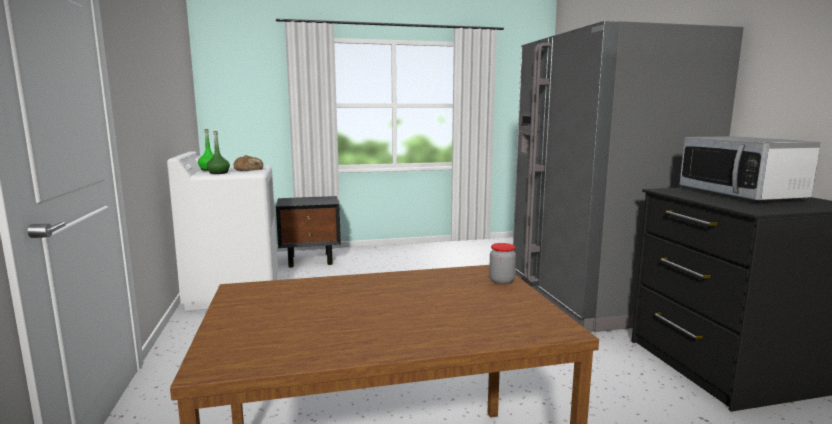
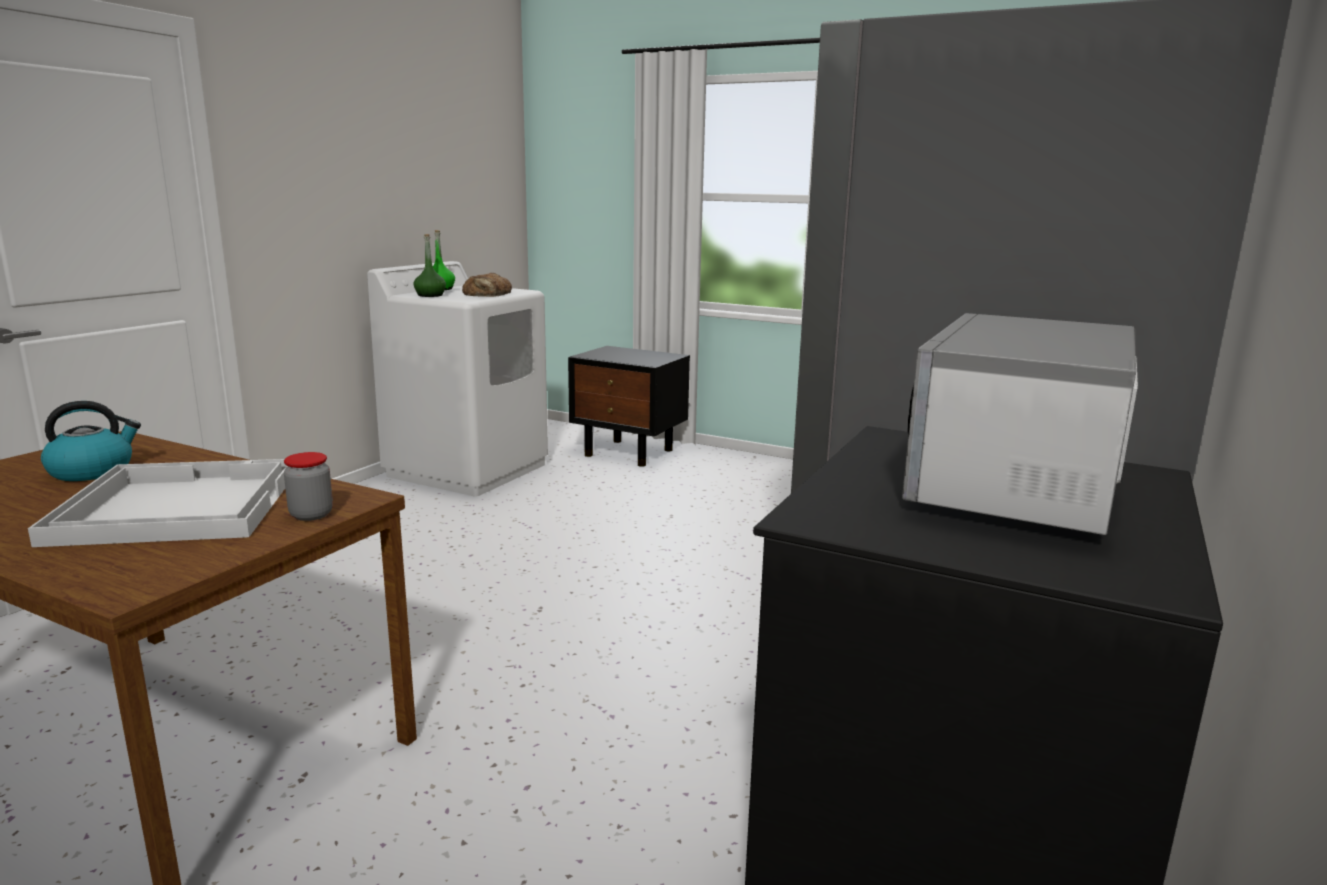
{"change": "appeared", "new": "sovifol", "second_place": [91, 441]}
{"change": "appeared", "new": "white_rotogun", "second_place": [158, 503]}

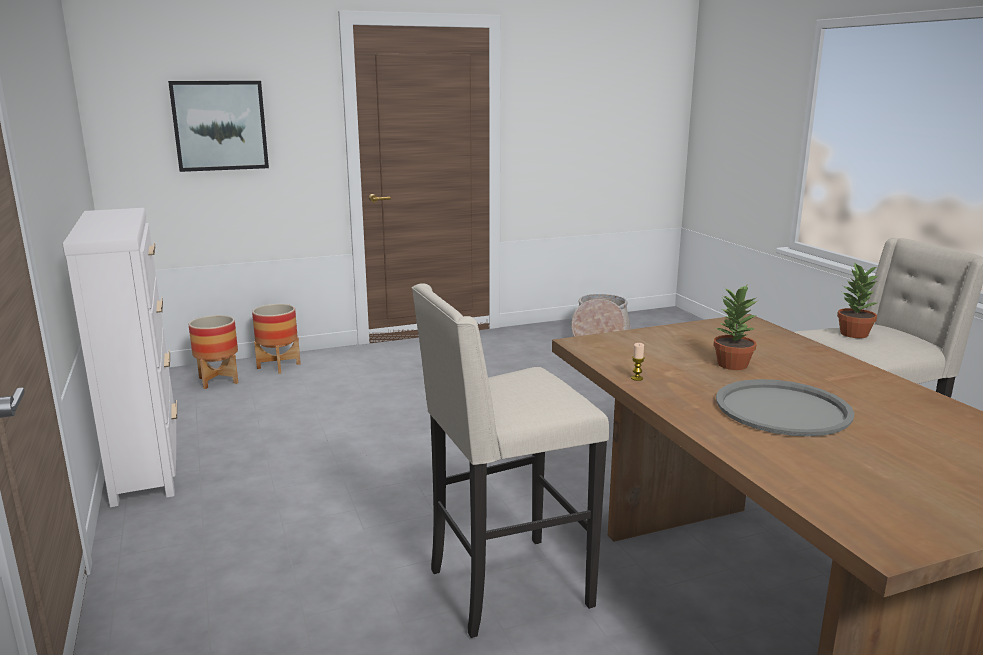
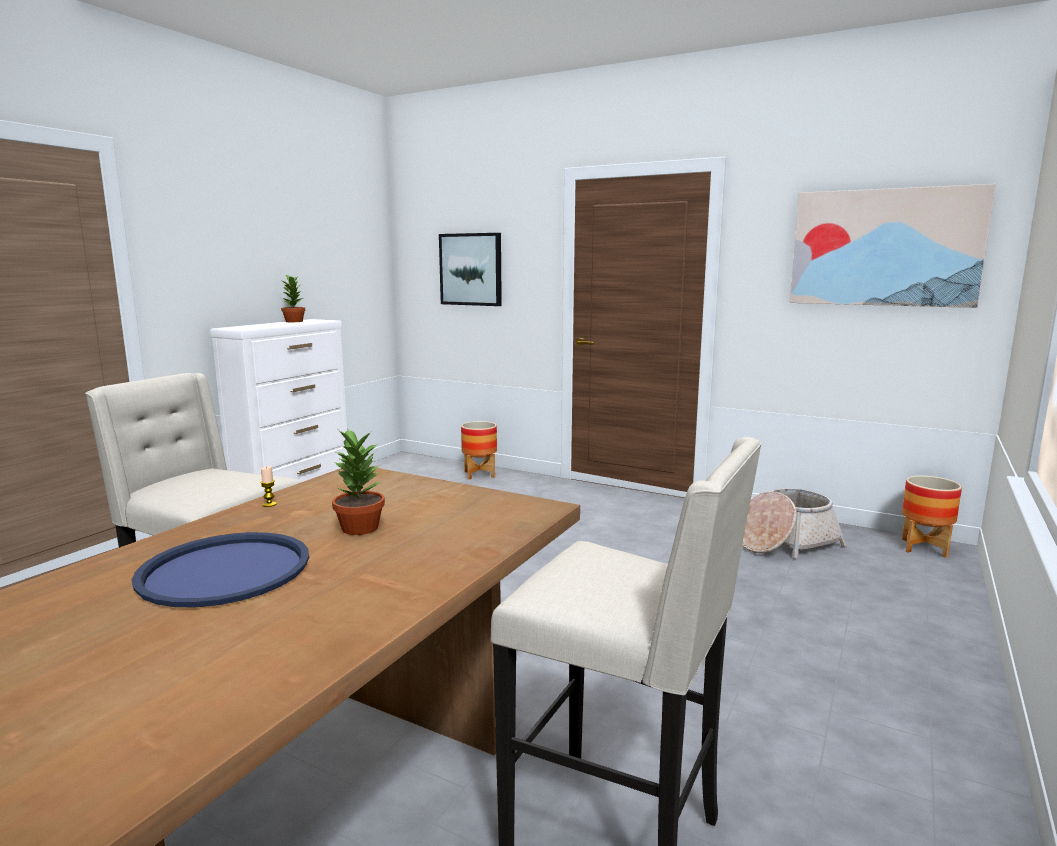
{"change": "relocated", "old": "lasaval", "first_place": [858, 300], "second_place": [293, 298]}
{"change": "relocated", "old": "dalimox", "first_place": [213, 352], "second_place": [932, 516]}
{"change": "colour", "old": "grey_rotogun", "new": "blue_rotogun", "first_place": [785, 407], "second_place": [220, 569]}
{"change": "appeared", "new": "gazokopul", "second_place": [893, 246]}

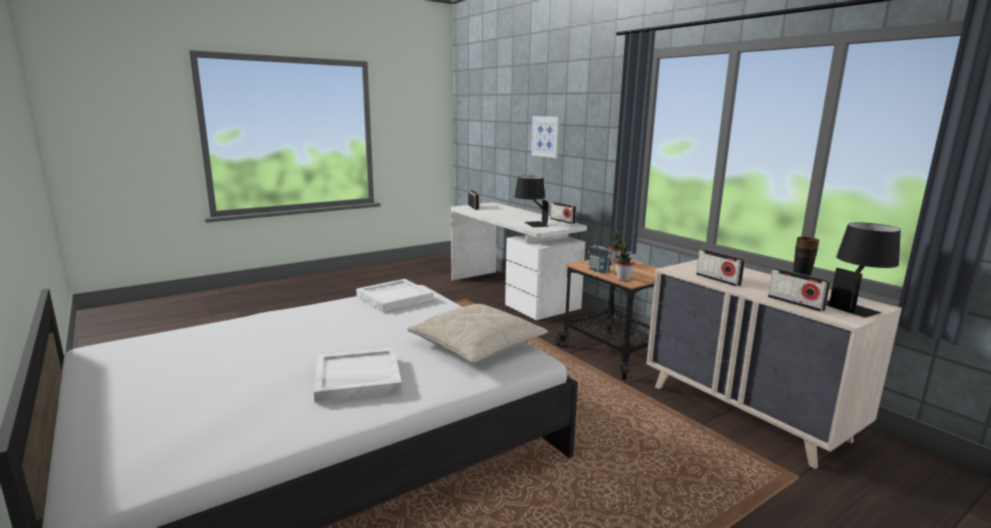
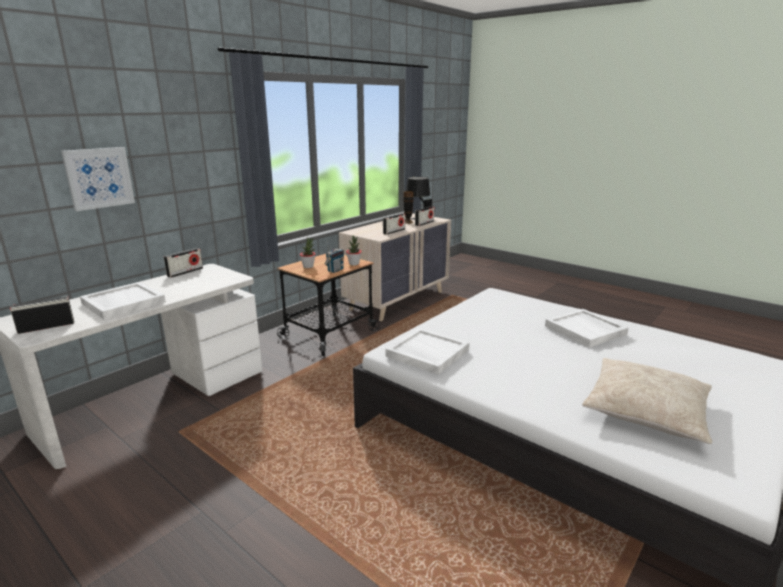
{"change": "missing", "old": "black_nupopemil", "first_place": [532, 201]}
{"change": "relocated", "old": "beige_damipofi", "first_place": [477, 333], "second_place": [647, 401]}
{"change": "appeared", "new": "white_rotogun", "second_place": [123, 301]}

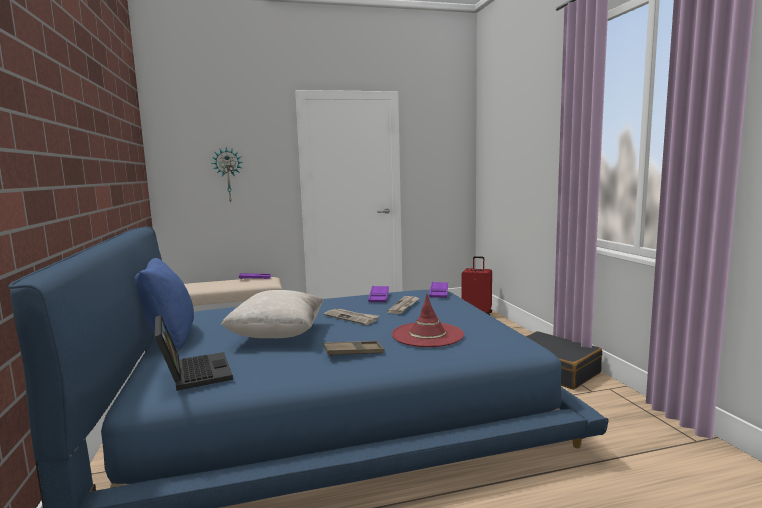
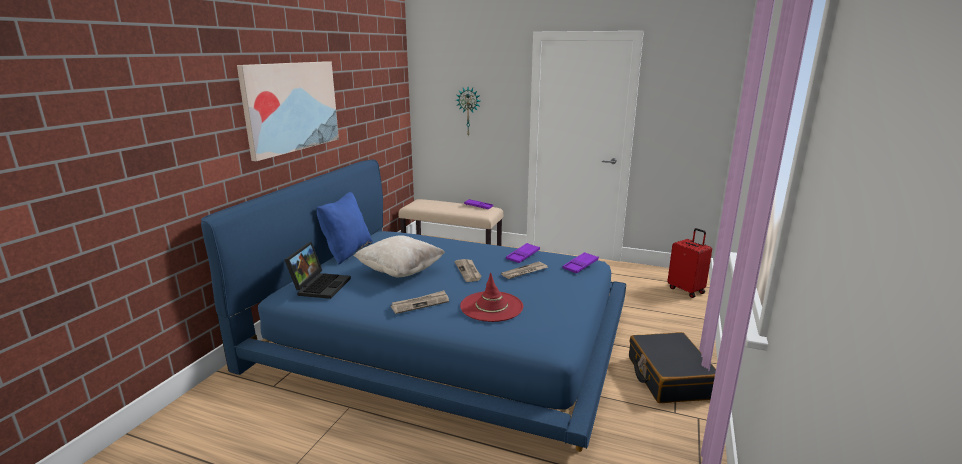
{"change": "exchanged", "old": "brown_rotogun", "new": "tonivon", "first_place": [354, 349], "second_place": [420, 302]}
{"change": "appeared", "new": "gazokopul", "second_place": [288, 111]}

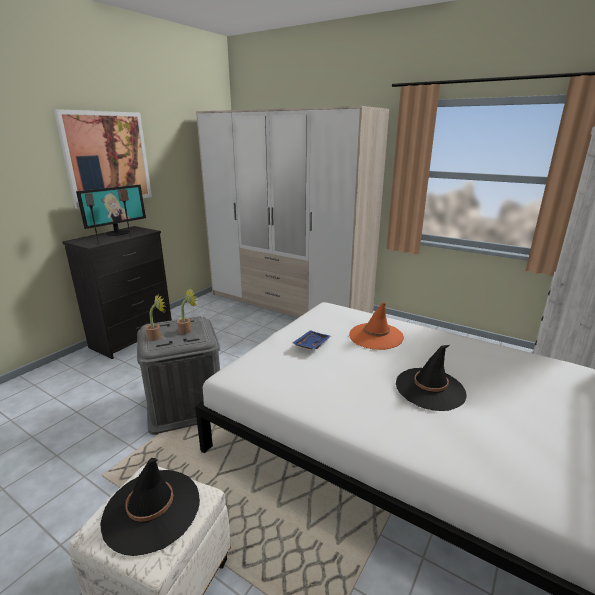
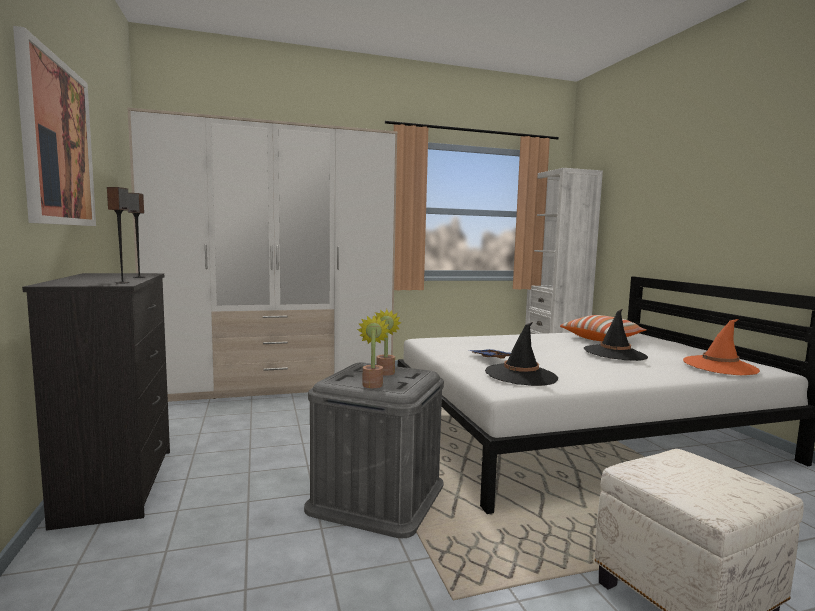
{"change": "missing", "old": "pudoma", "first_place": [111, 210]}
{"change": "relocated", "old": "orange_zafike", "first_place": [376, 326], "second_place": [721, 347]}
{"change": "relocated", "old": "black_zafike", "first_place": [150, 507], "second_place": [521, 354]}
{"change": "appeared", "new": "damipofi", "second_place": [603, 328]}

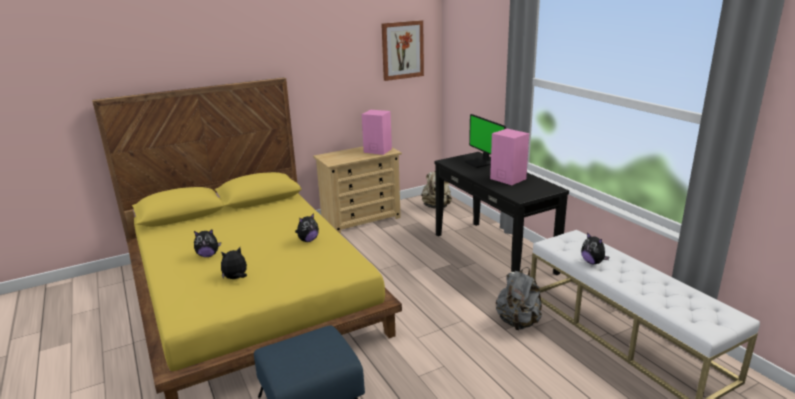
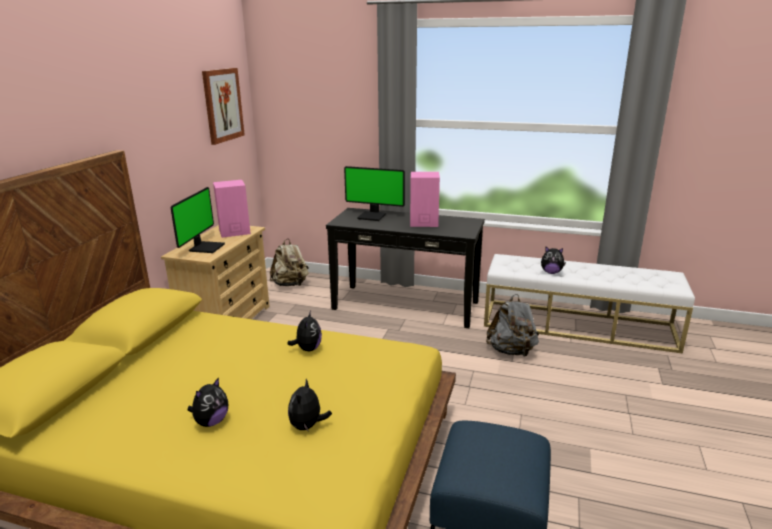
{"change": "appeared", "new": "pudoma", "second_place": [198, 220]}

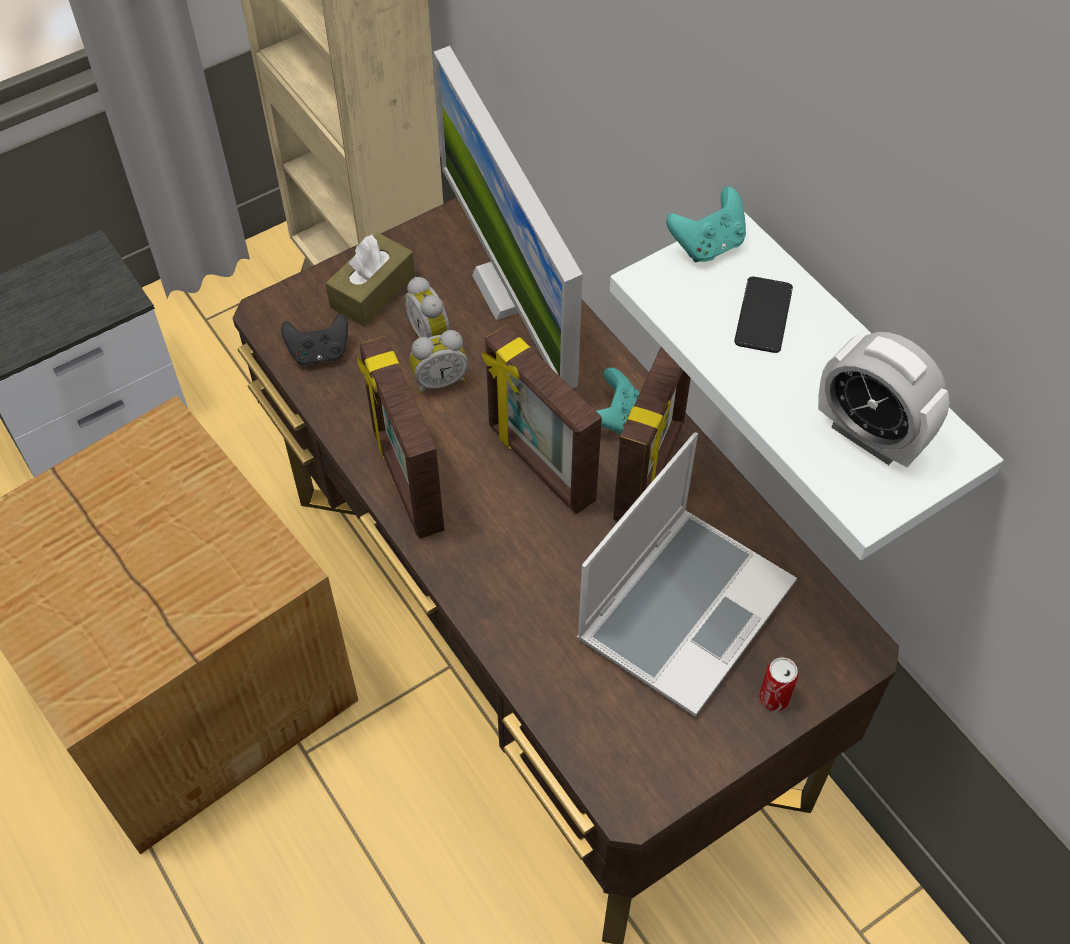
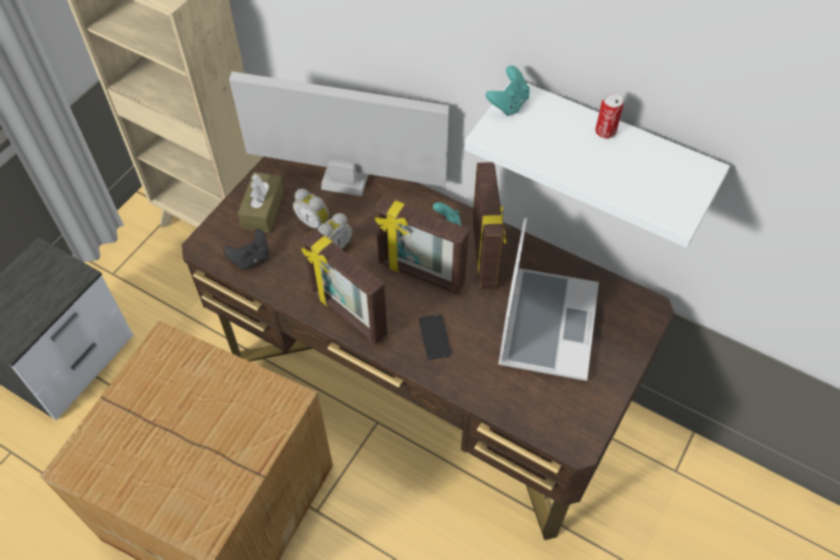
{"change": "spun", "old": "pudoma", "first_place": [508, 217], "second_place": [339, 133], "degrees": 150}
{"change": "relocated", "old": "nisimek", "first_place": [763, 314], "second_place": [435, 337]}
{"change": "missing", "old": "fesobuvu", "first_place": [884, 399]}
{"change": "relocated", "old": "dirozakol", "first_place": [778, 684], "second_place": [609, 116]}

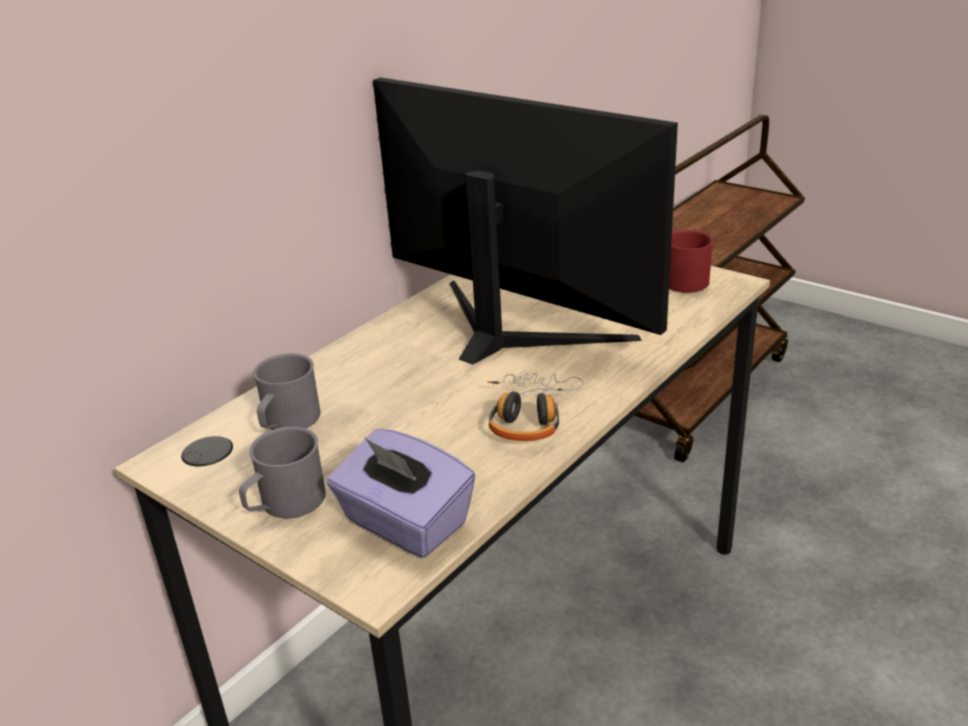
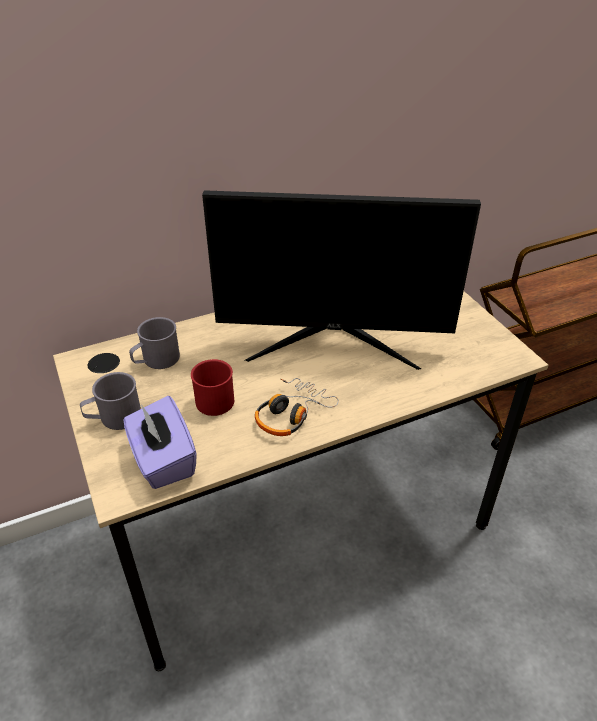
{"change": "spun", "old": "pudoma", "first_place": [525, 221], "second_place": [341, 280], "degrees": 120}
{"change": "relocated", "old": "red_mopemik", "first_place": [691, 261], "second_place": [212, 387]}

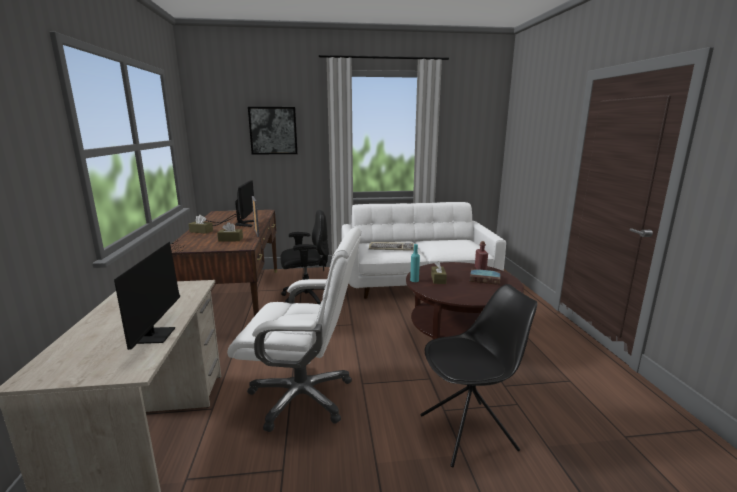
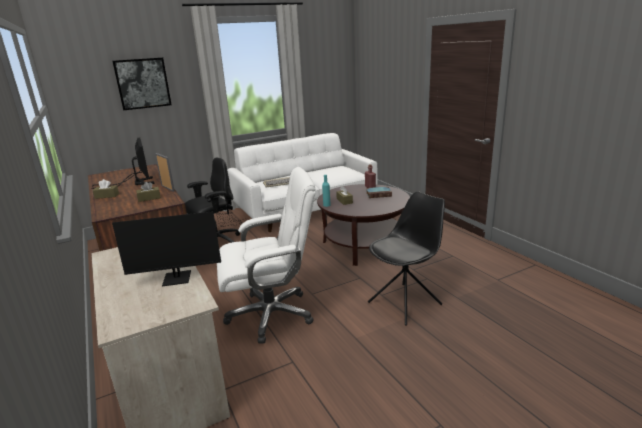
{"change": "spun", "old": "pudoma", "first_place": [148, 295], "second_place": [179, 249], "degrees": 105}

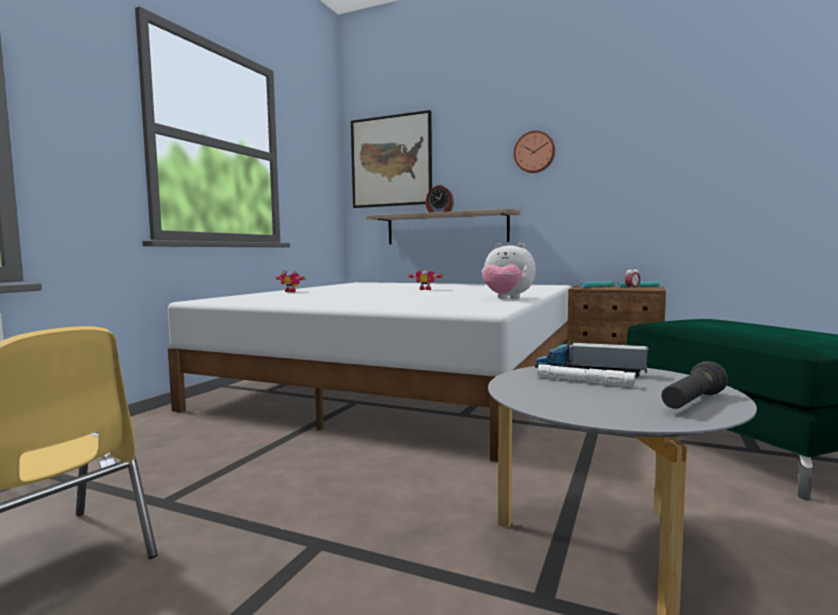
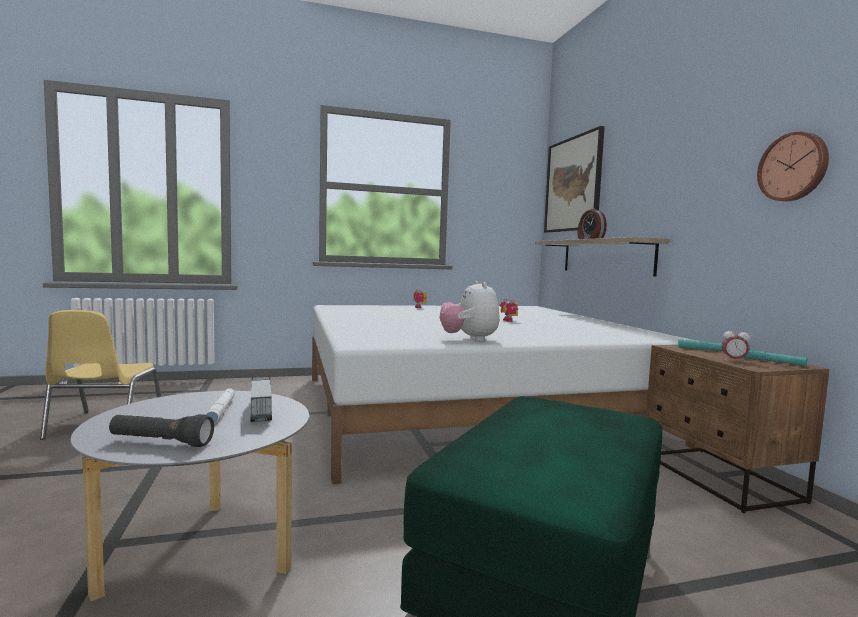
{"change": "relocated", "old": "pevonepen", "first_place": [534, 152], "second_place": [793, 166]}

